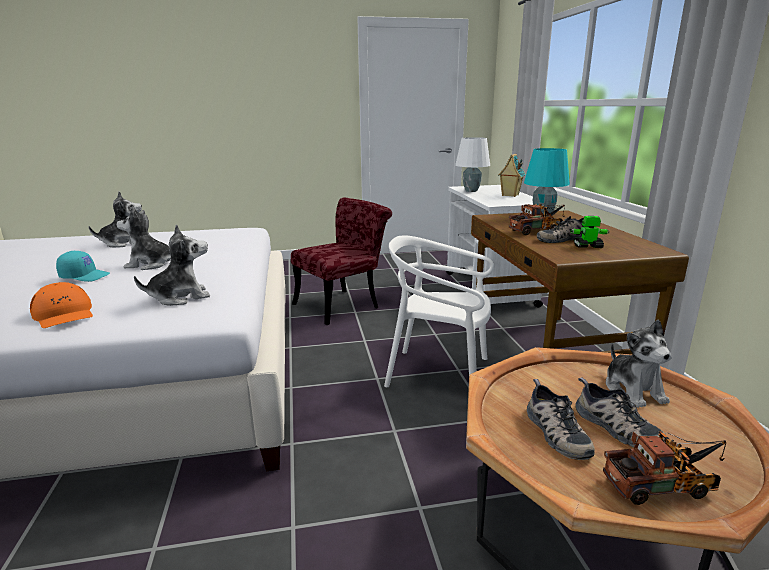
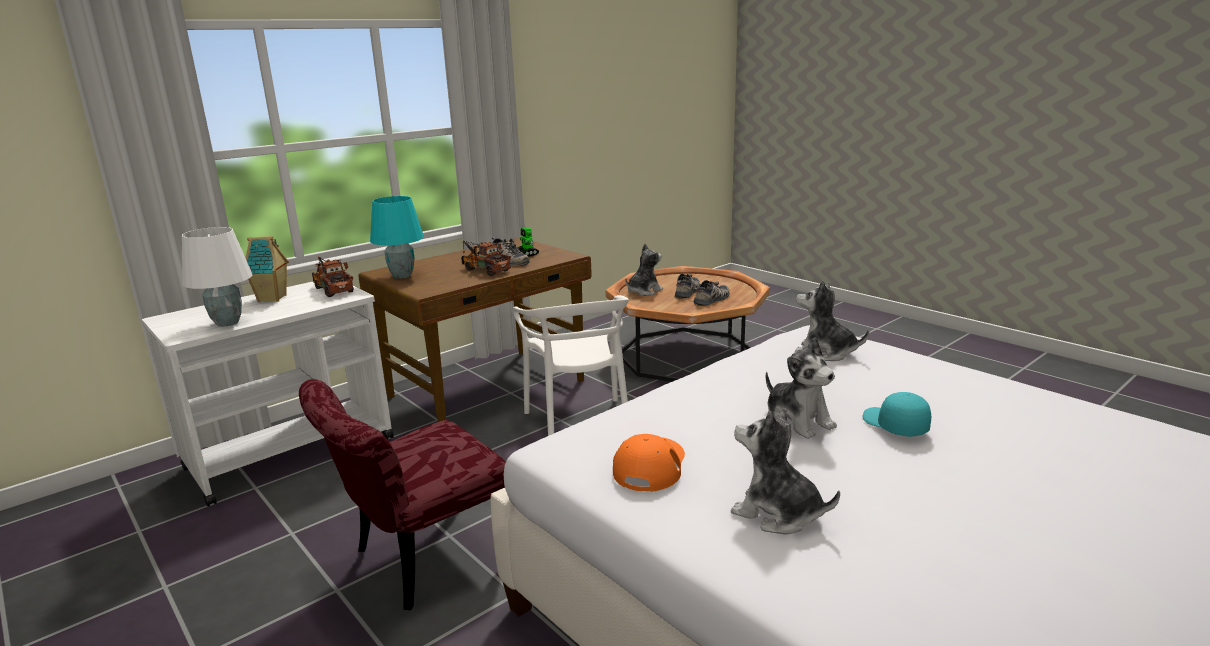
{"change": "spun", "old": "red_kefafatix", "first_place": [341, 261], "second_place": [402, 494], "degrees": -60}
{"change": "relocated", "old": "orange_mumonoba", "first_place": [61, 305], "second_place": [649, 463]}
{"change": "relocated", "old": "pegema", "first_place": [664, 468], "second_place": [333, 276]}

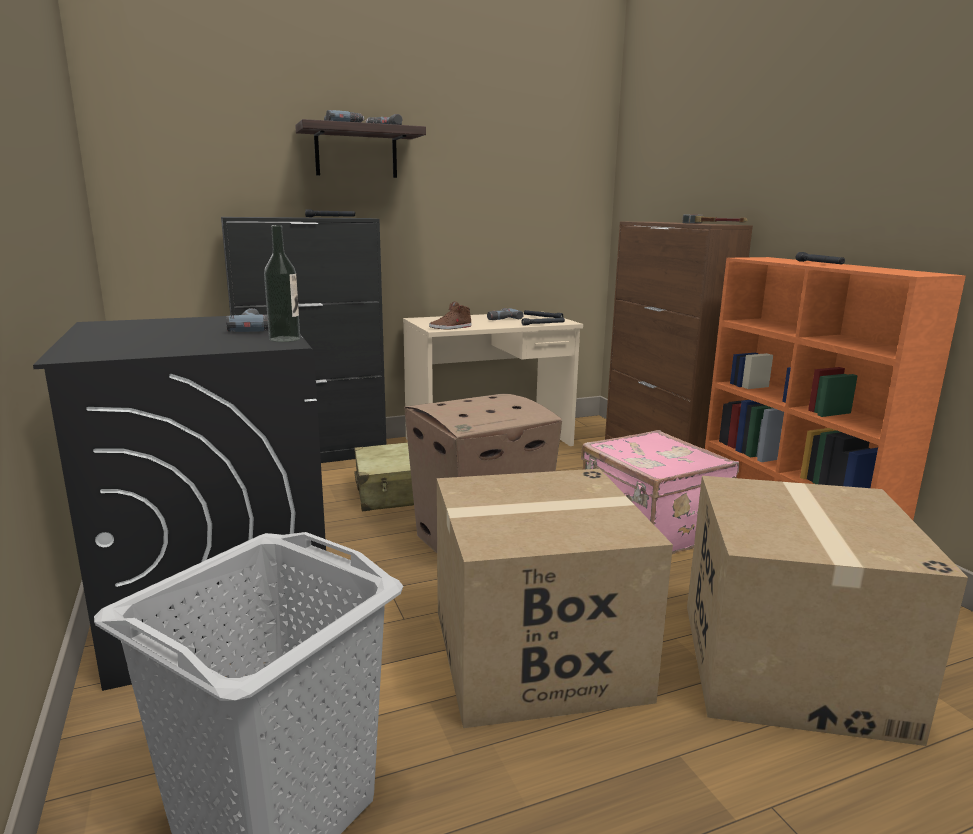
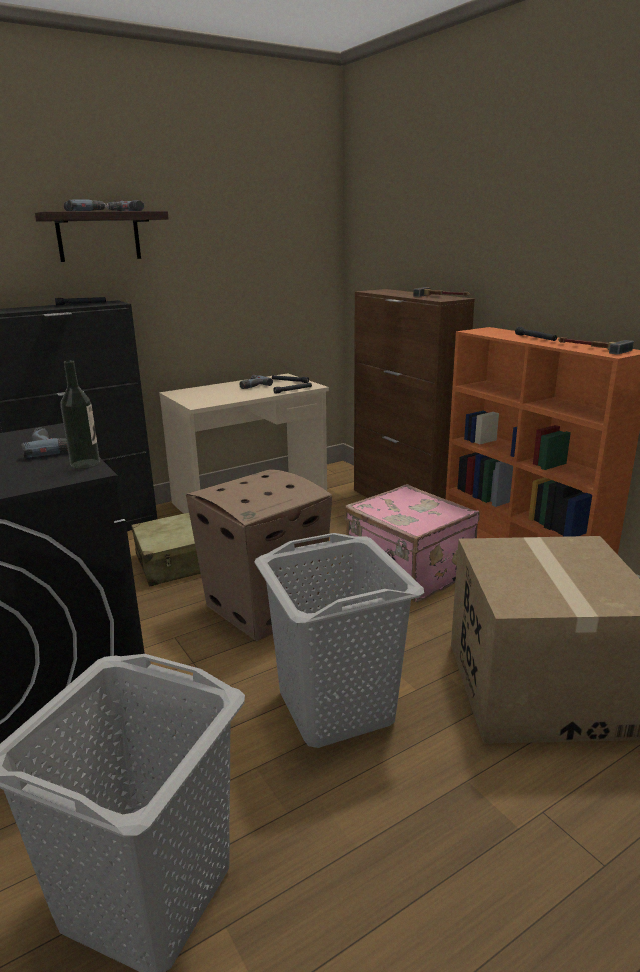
{"change": "missing", "old": "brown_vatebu", "first_place": [450, 315]}
{"change": "exchanged", "old": "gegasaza", "new": "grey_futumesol", "first_place": [555, 598], "second_place": [339, 640]}
{"change": "appeared", "new": "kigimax", "second_place": [596, 346]}

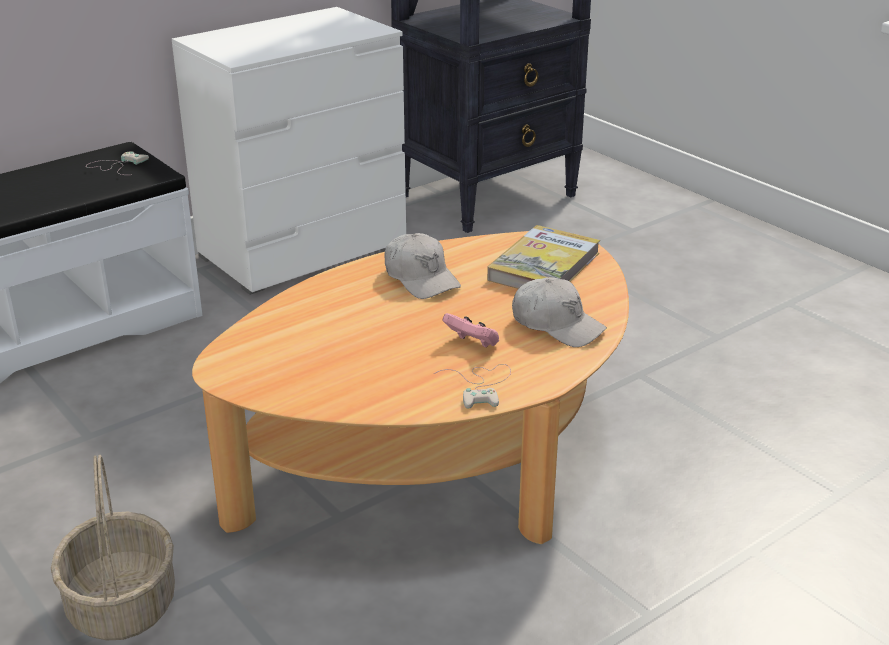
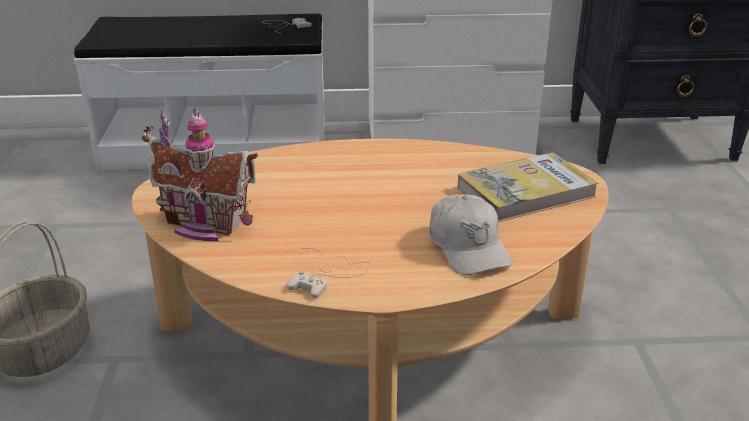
{"change": "missing", "old": "white_mumonoba", "first_place": [422, 266]}
{"change": "missing", "old": "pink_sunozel", "first_place": [470, 330]}
{"change": "appeared", "new": "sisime", "second_place": [200, 174]}

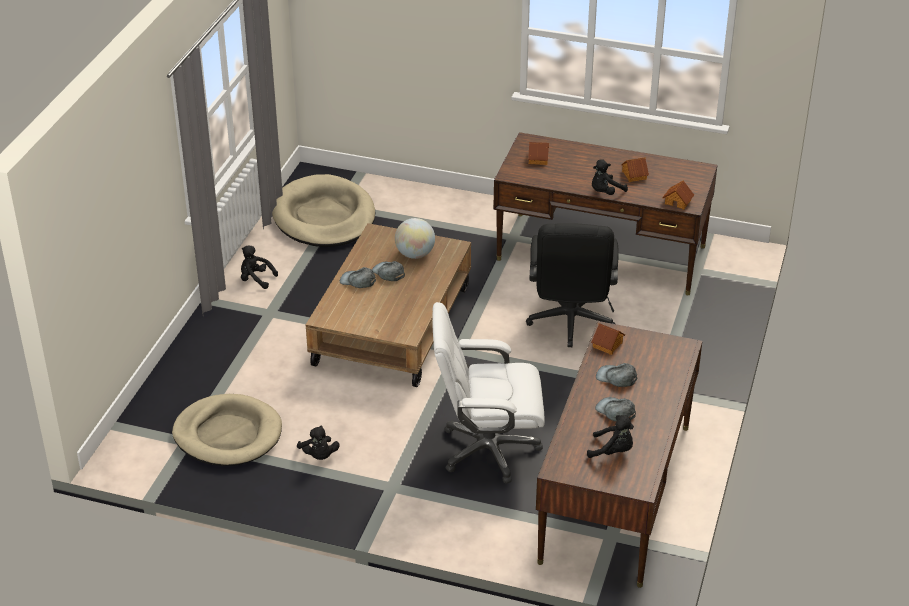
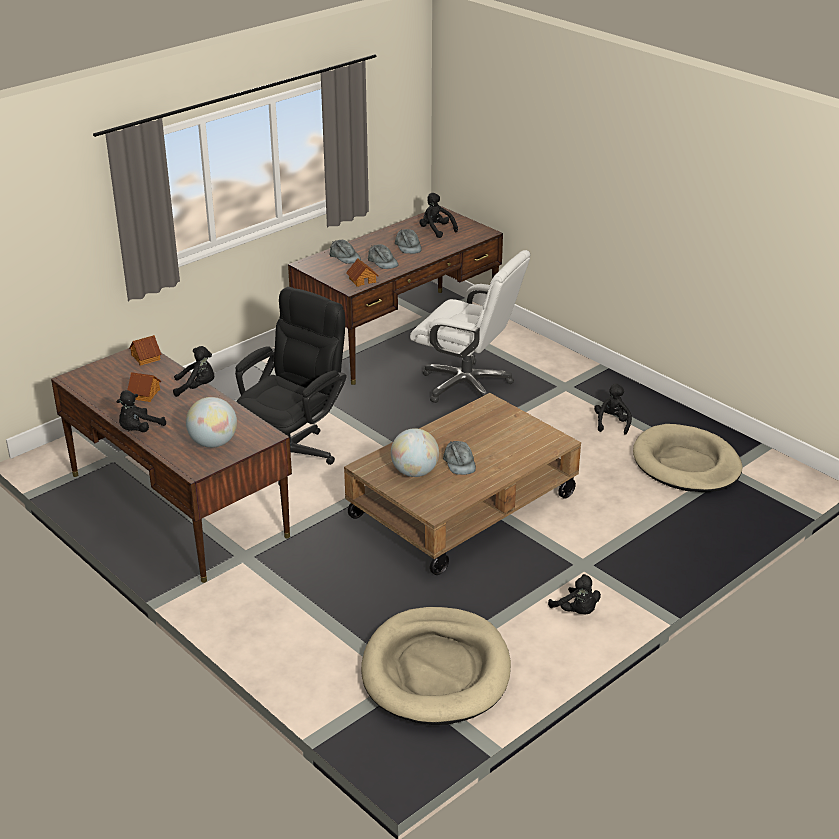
{"change": "exchanged", "old": "sisime", "new": "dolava", "first_place": [538, 153], "second_place": [211, 422]}
{"change": "relocated", "old": "grey_mumonoba", "first_place": [358, 277], "second_place": [345, 252]}
{"change": "appeared", "new": "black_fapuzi", "second_place": [141, 411]}

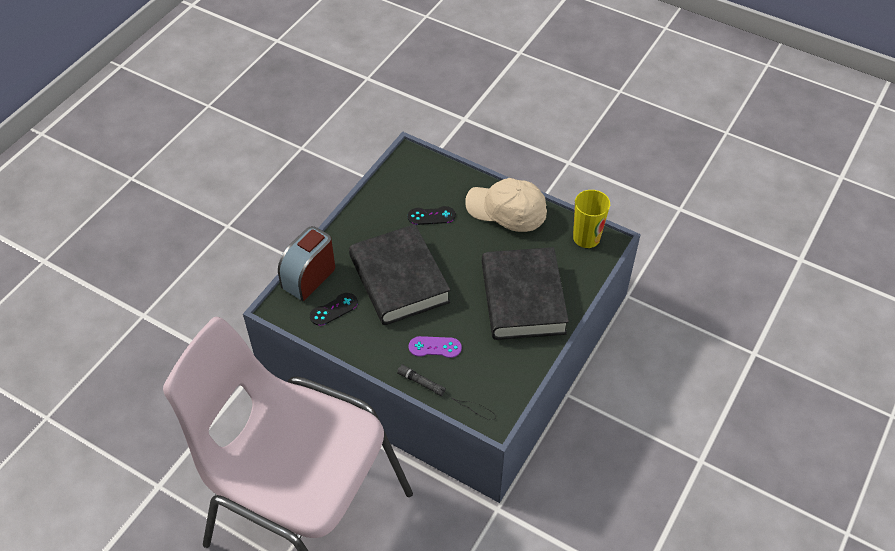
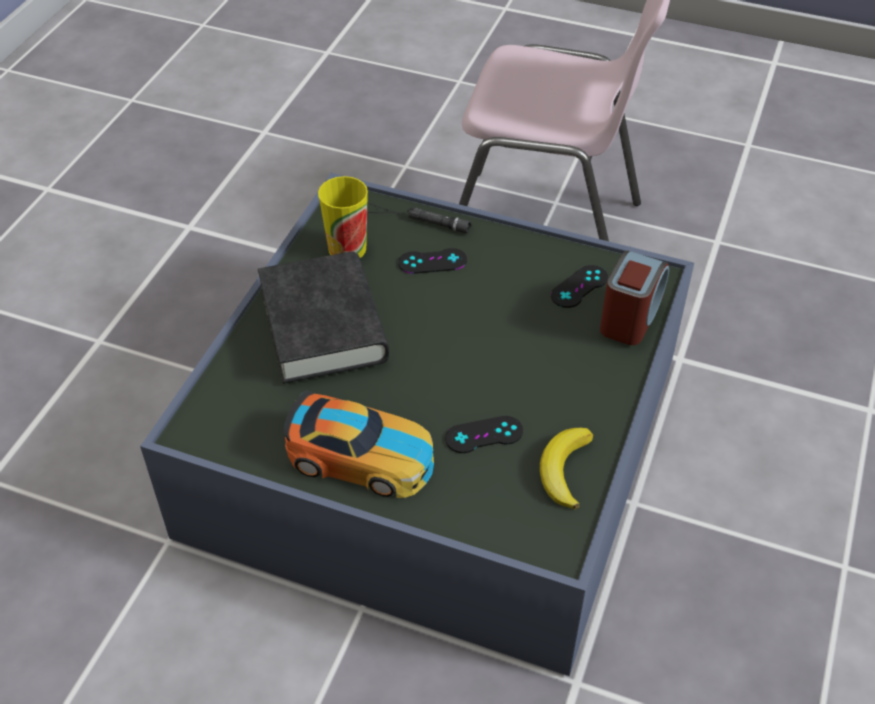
{"change": "exchanged", "old": "beige_mumonoba", "new": "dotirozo", "first_place": [506, 205], "second_place": [359, 444]}
{"change": "relocated", "old": "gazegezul", "first_place": [591, 219], "second_place": [343, 217]}
{"change": "missing", "old": "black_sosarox", "first_place": [399, 274]}
{"change": "colour", "old": "purple_sunozel", "new": "black_sunozel", "first_place": [435, 347], "second_place": [432, 261]}
{"change": "appeared", "new": "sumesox", "second_place": [566, 468]}

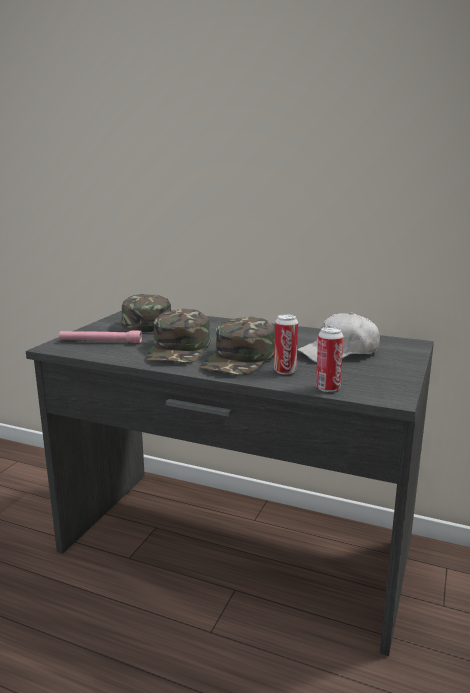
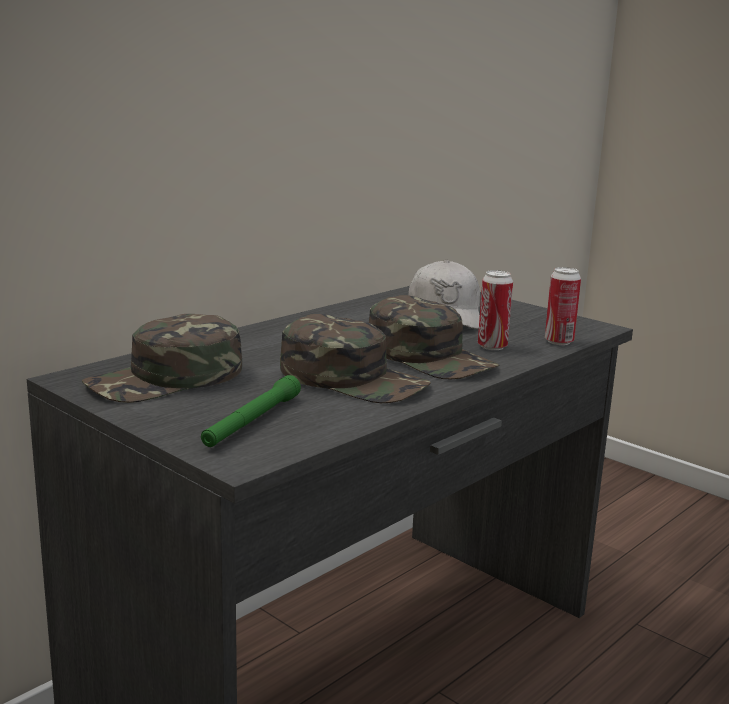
{"change": "spun", "old": "green_mumonoba", "first_place": [146, 313], "second_place": [162, 358], "degrees": -45}
{"change": "colour", "old": "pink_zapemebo", "new": "green_zapemebo", "first_place": [100, 336], "second_place": [251, 411]}

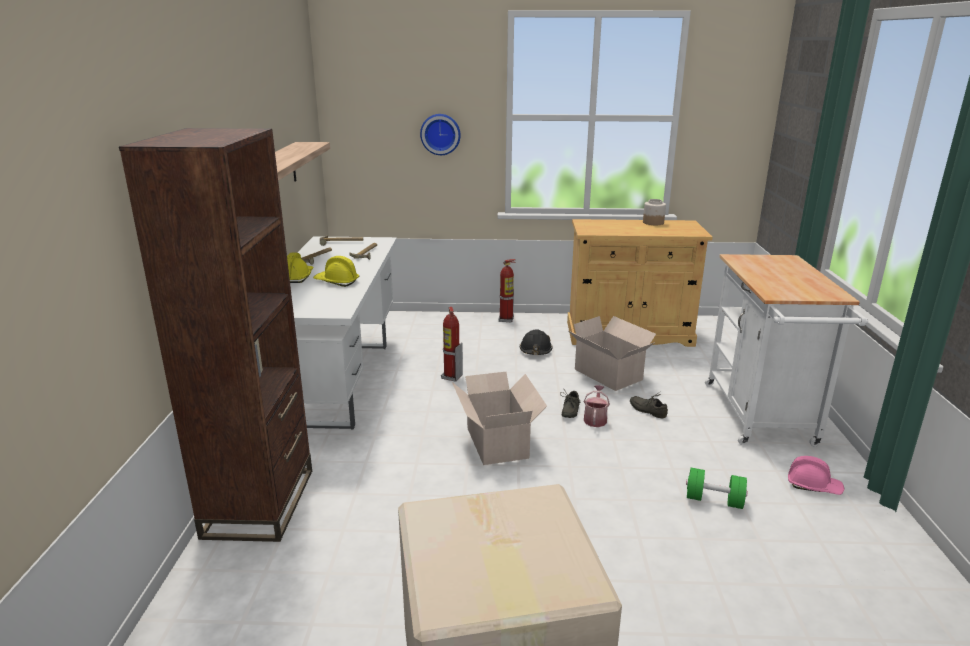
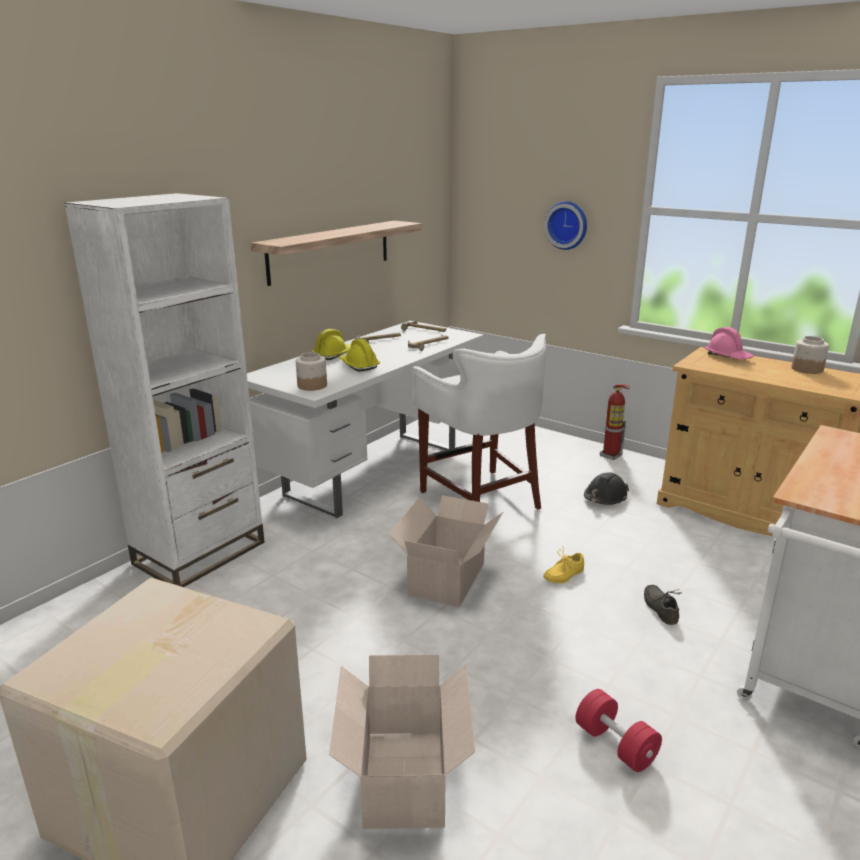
{"change": "colour", "old": "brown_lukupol", "new": "white_lukupol", "first_place": [215, 335], "second_place": [164, 390]}
{"change": "exchanged", "old": "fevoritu", "new": "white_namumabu", "first_place": [452, 344], "second_place": [478, 422]}
{"change": "relocated", "old": "gegasaza", "first_place": [612, 353], "second_place": [402, 741]}
{"change": "missing", "old": "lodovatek", "first_place": [597, 406]}
{"change": "colour", "old": "grey_vatebu", "new": "yellow_vatebu", "first_place": [570, 404], "second_place": [563, 565]}
{"change": "relocated", "old": "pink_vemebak", "first_place": [816, 475], "second_place": [729, 343]}
{"change": "colour", "old": "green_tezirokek", "new": "red_tezirokek", "first_place": [717, 488], "second_place": [619, 730]}
{"change": "appeared", "new": "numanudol", "second_place": [311, 371]}

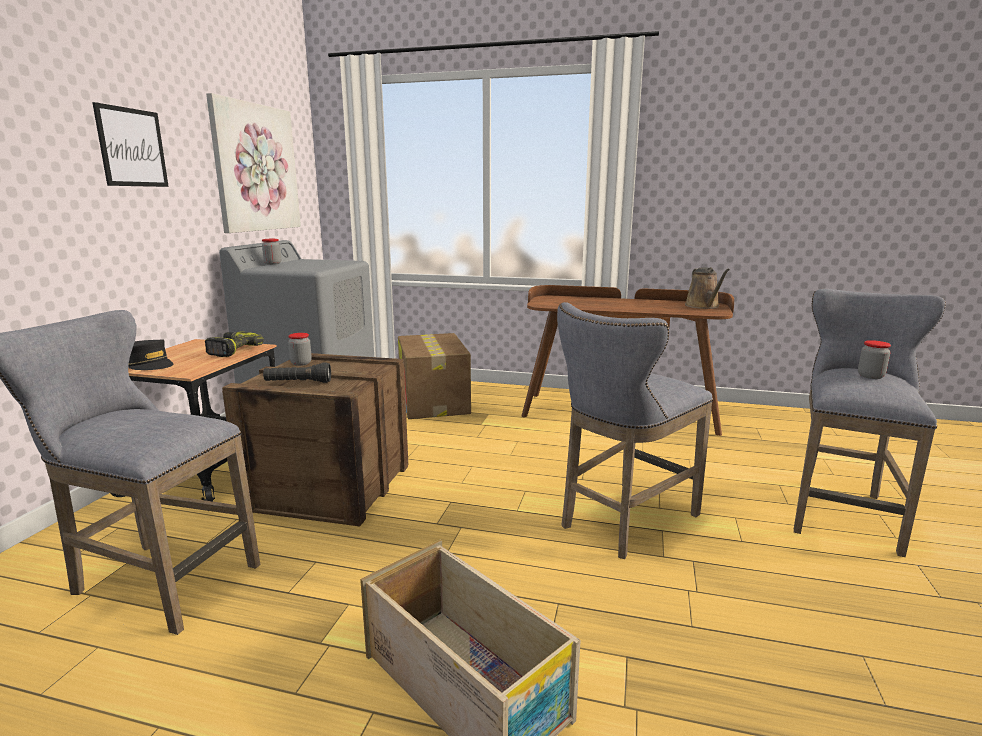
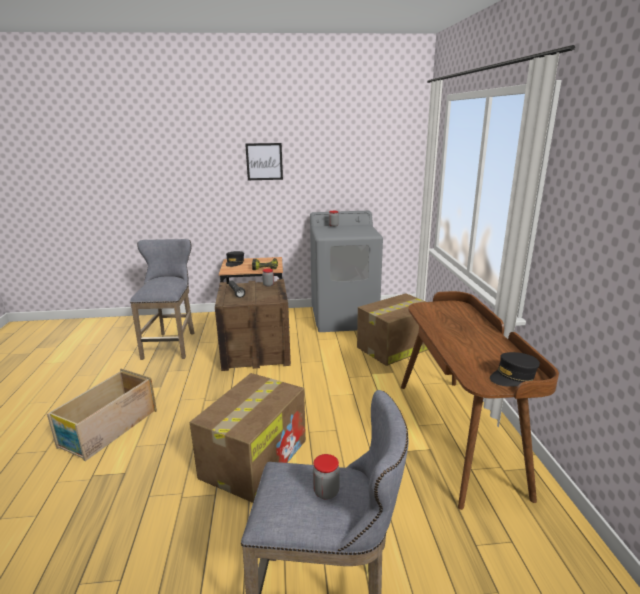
{"change": "missing", "old": "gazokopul", "first_place": [253, 163]}
{"change": "exchanged", "old": "brown_lodovatek", "new": "black_mumonoba", "first_place": [707, 288], "second_place": [515, 369]}
{"change": "exchanged", "old": "grey_namumabu", "new": "gegasaza", "first_place": [635, 430], "second_place": [248, 438]}

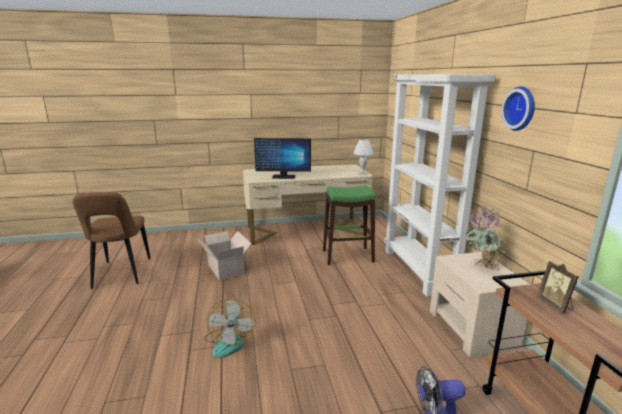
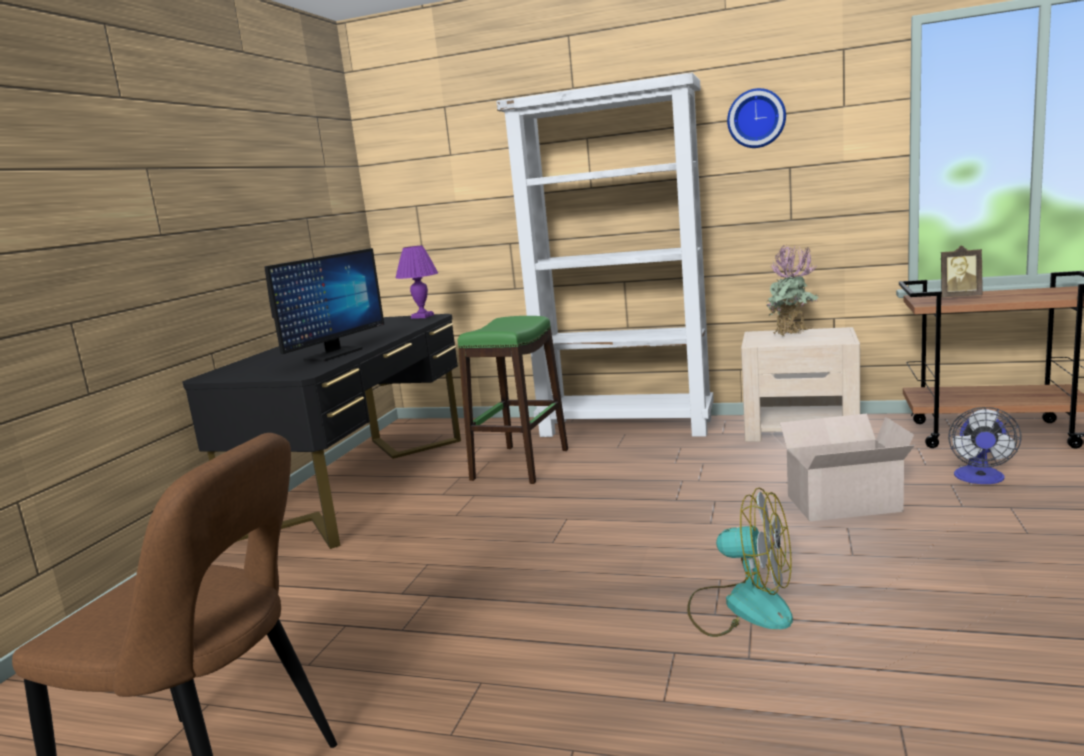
{"change": "colour", "old": "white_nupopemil", "new": "purple_nupopemil", "first_place": [363, 156], "second_place": [417, 282]}
{"change": "colour", "old": "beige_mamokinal", "new": "black_mamokinal", "first_place": [308, 204], "second_place": [321, 431]}
{"change": "relocated", "old": "gegasaza", "first_place": [224, 256], "second_place": [843, 467]}

